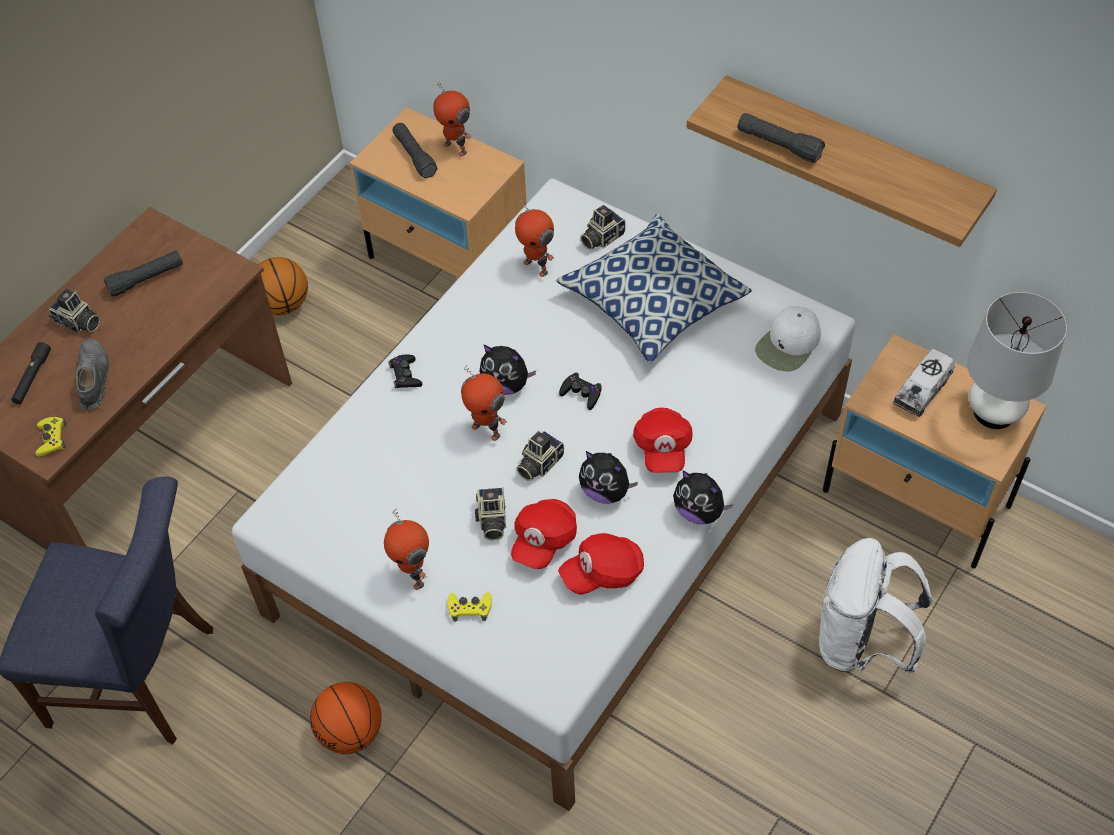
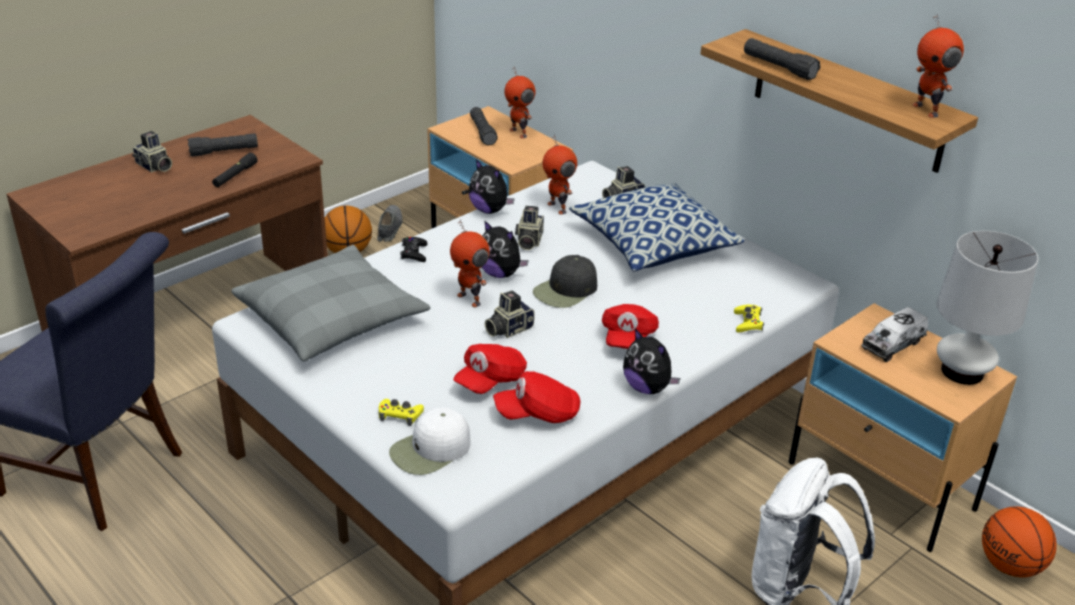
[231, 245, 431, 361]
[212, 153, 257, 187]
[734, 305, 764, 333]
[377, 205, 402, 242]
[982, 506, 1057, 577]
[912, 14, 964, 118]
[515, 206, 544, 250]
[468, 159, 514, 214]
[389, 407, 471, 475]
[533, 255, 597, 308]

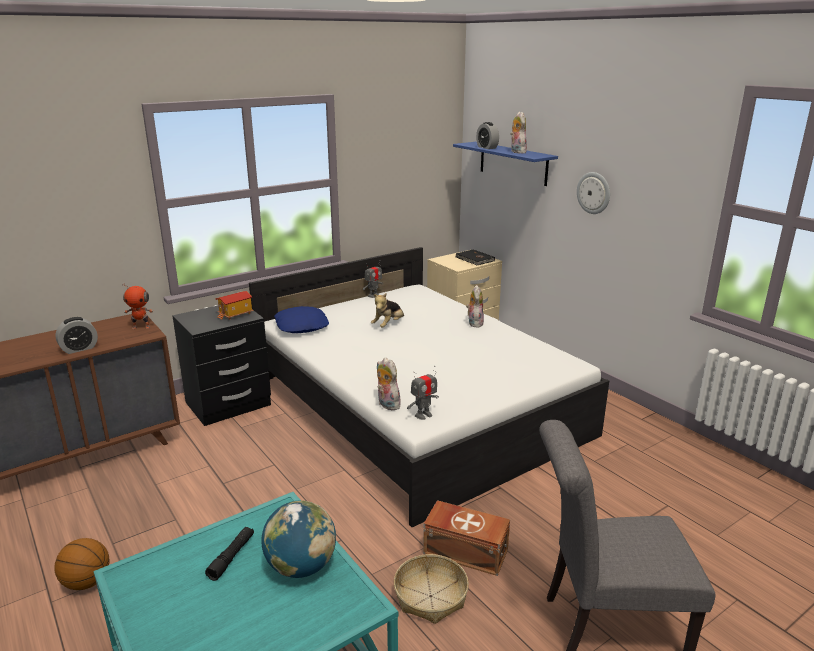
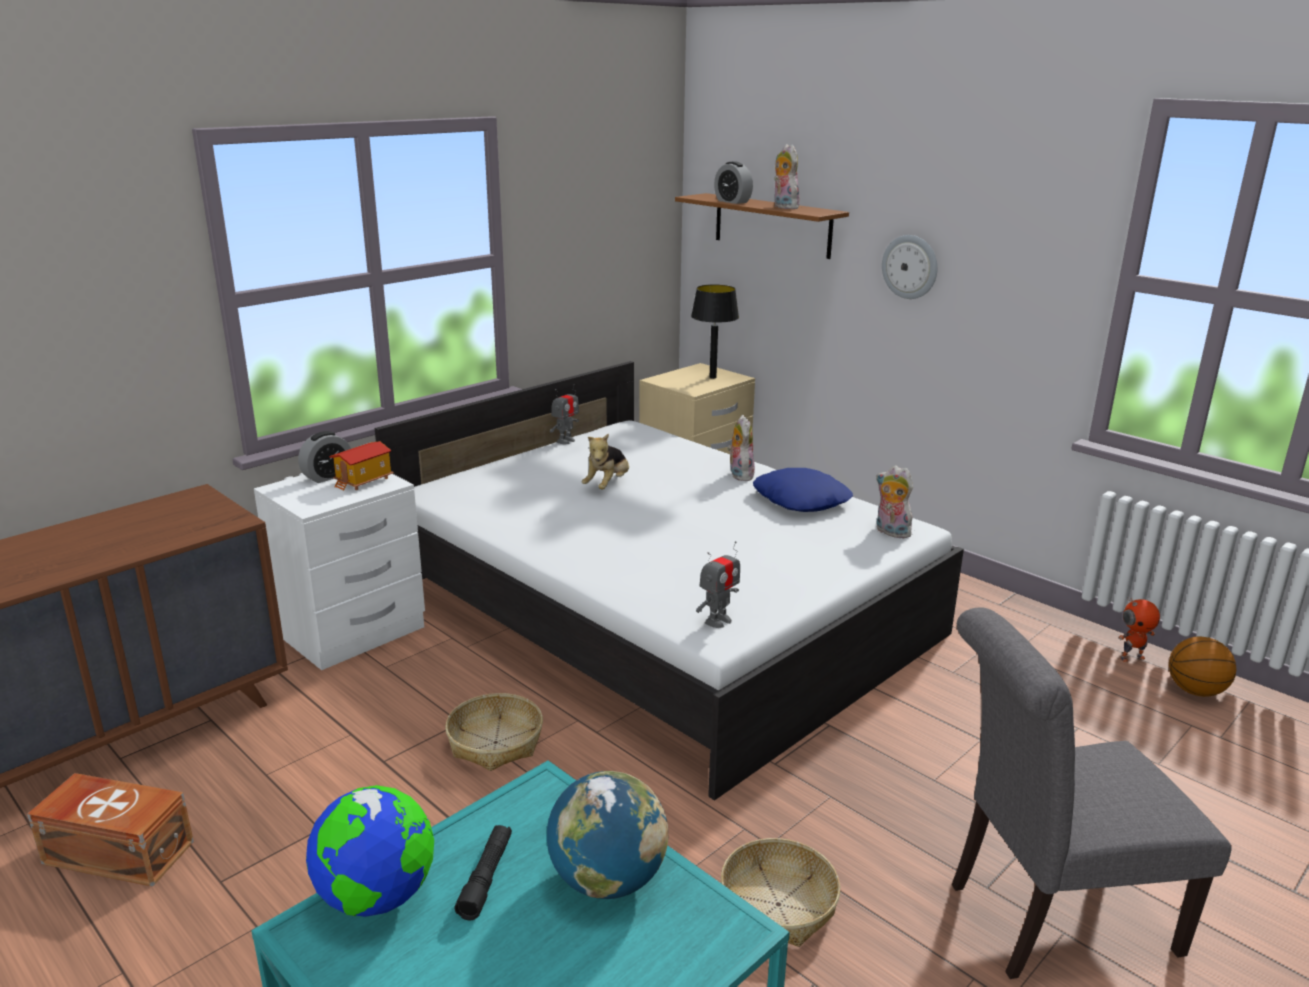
[306, 785, 434, 917]
[445, 693, 543, 771]
[298, 431, 351, 483]
[1169, 636, 1236, 697]
[1118, 597, 1160, 662]
[753, 468, 853, 512]
[876, 466, 913, 538]
[27, 773, 194, 887]
[691, 284, 739, 379]
[254, 474, 425, 670]
[675, 193, 849, 259]

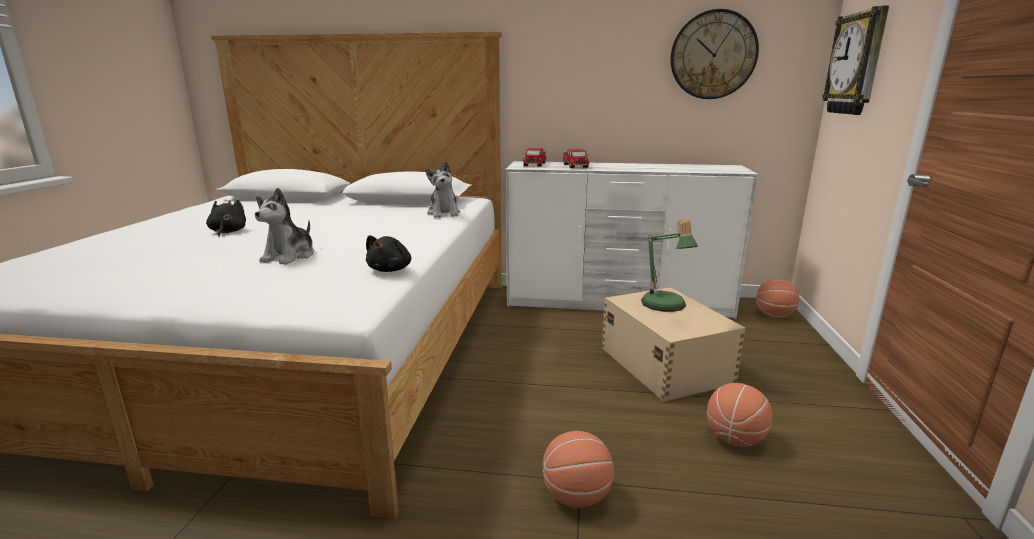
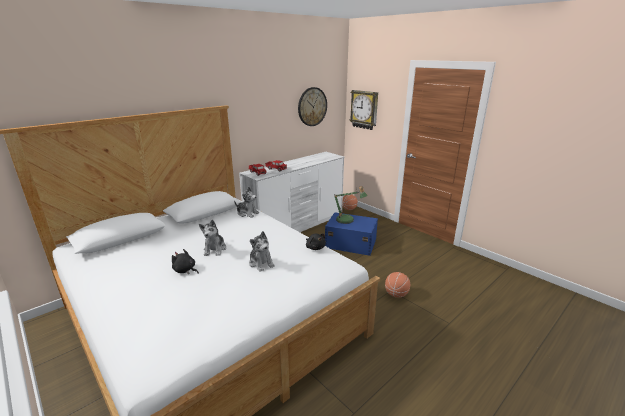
[707, 383, 773, 447] (first image)
[199, 220, 226, 256]
[325, 212, 378, 256]

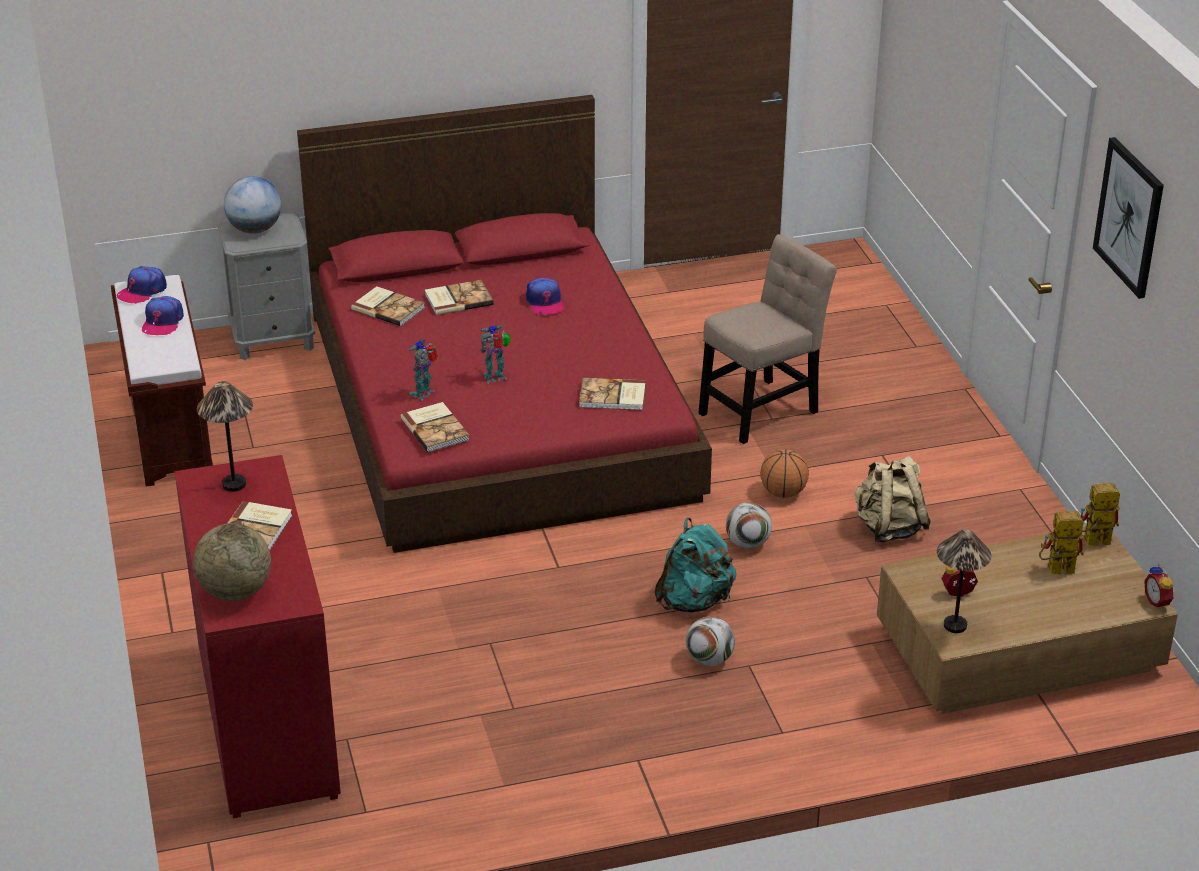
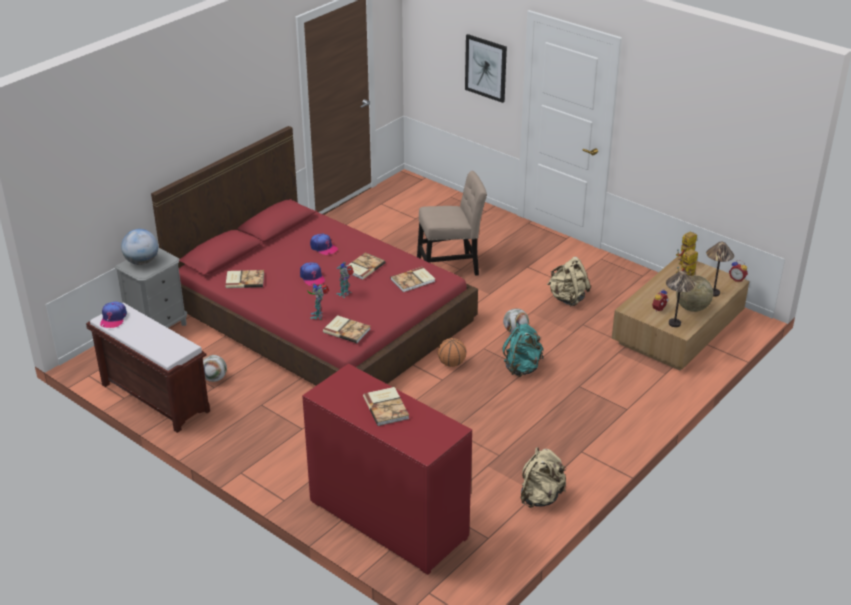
[521, 447, 566, 508]
[300, 262, 325, 286]
[676, 275, 713, 312]
[706, 242, 734, 297]
[347, 253, 386, 280]
[203, 355, 227, 382]
[438, 338, 466, 367]
[465, 34, 507, 103]
[417, 171, 487, 276]

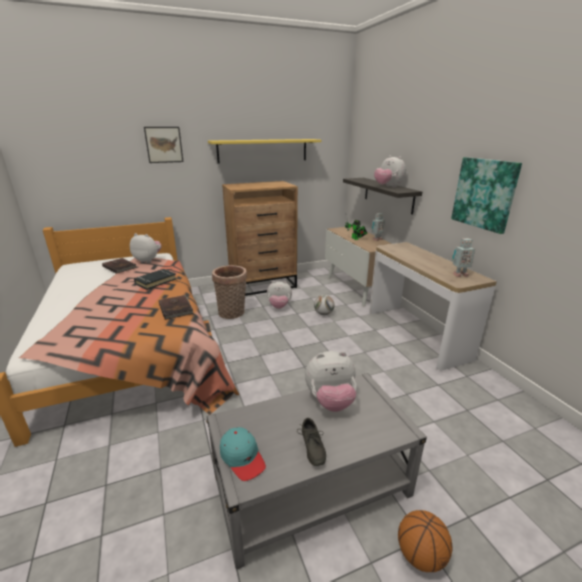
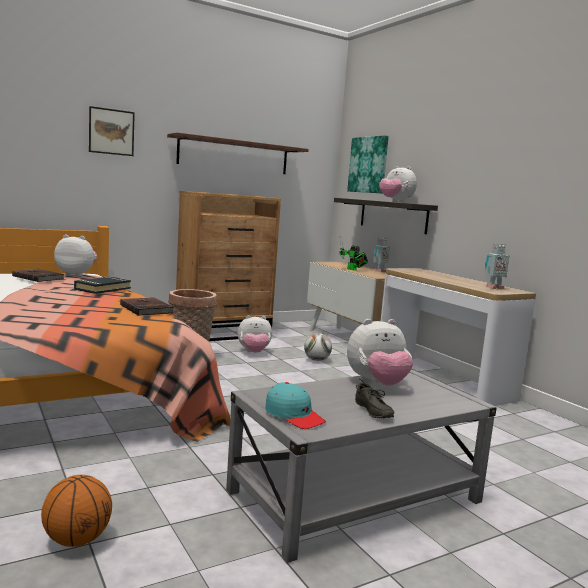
[41, 475, 112, 547]
[347, 135, 389, 194]
[167, 133, 309, 174]

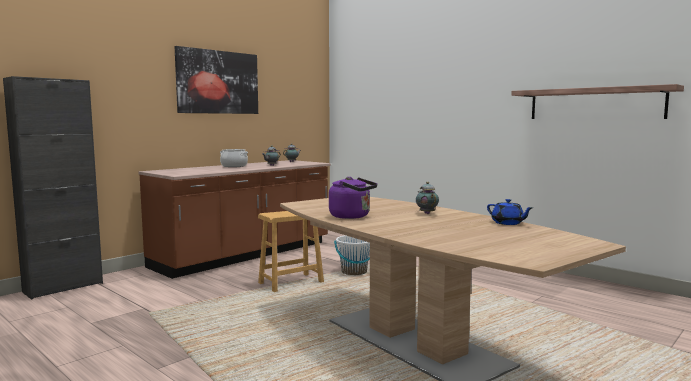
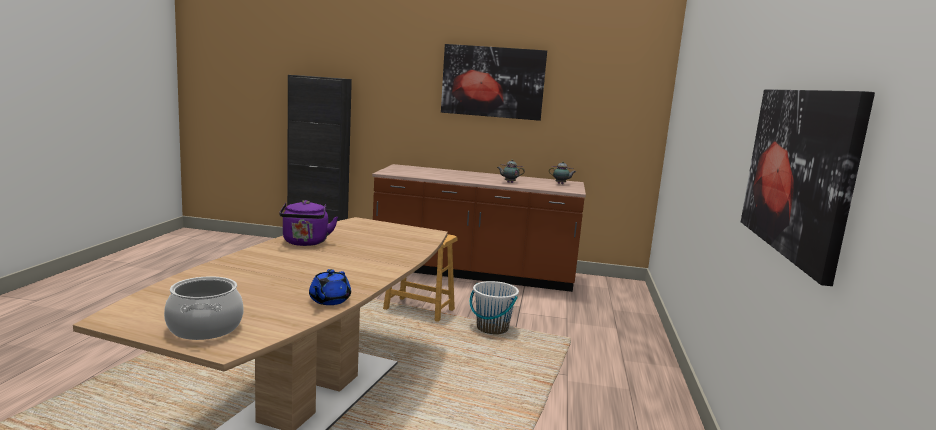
[416, 182, 439, 214] (first image)
[164, 276, 244, 340]
[741, 89, 875, 286]

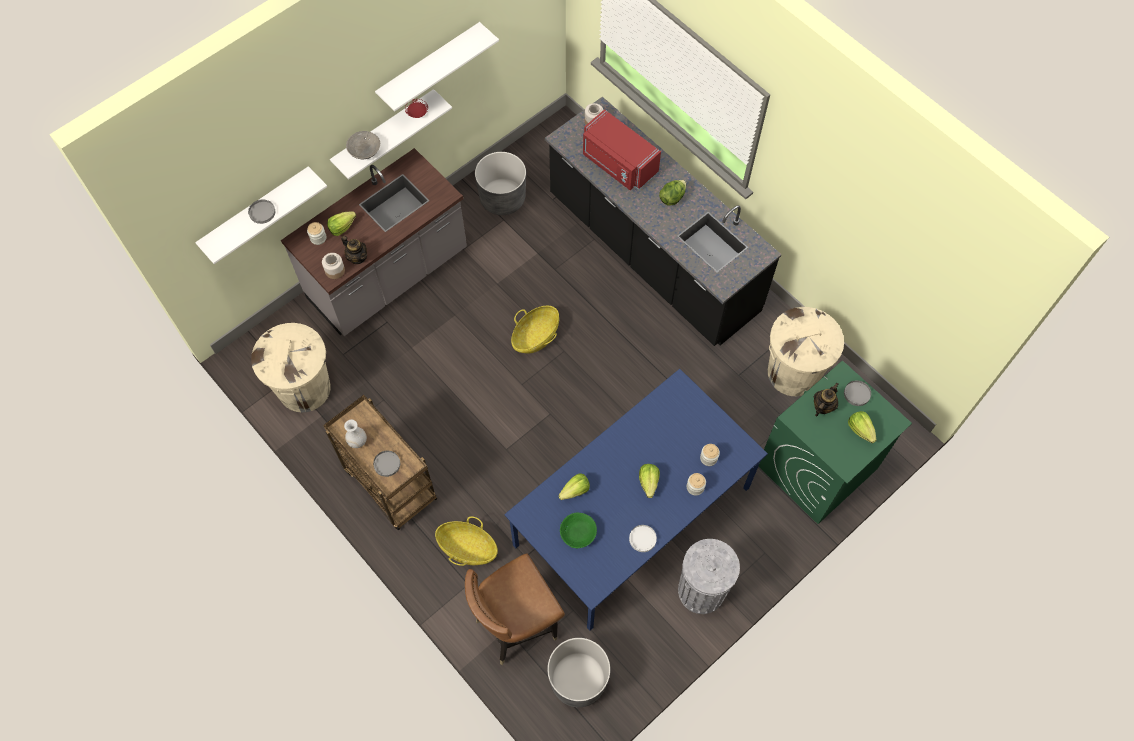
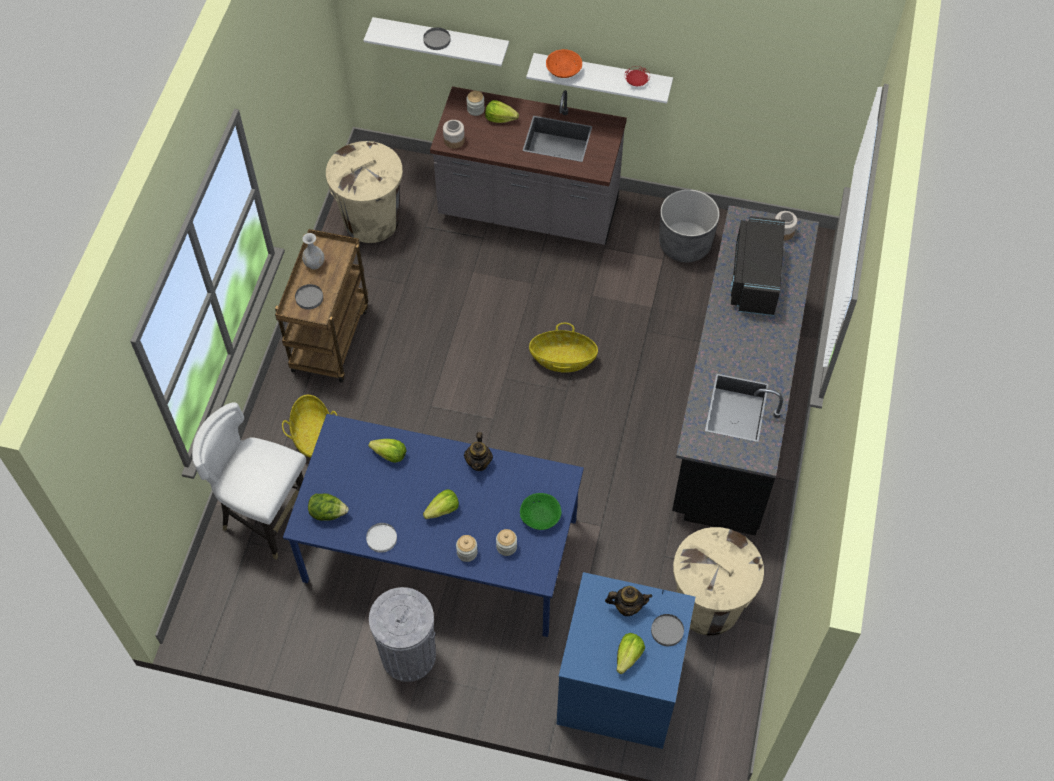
[375, 22, 499, 111] (first image)
[547, 638, 610, 707] (first image)
[464, 432, 493, 471]
[520, 493, 561, 530]
[308, 493, 349, 521]
[546, 49, 582, 78]
[192, 403, 306, 560]
[730, 216, 785, 316]
[557, 572, 695, 749]

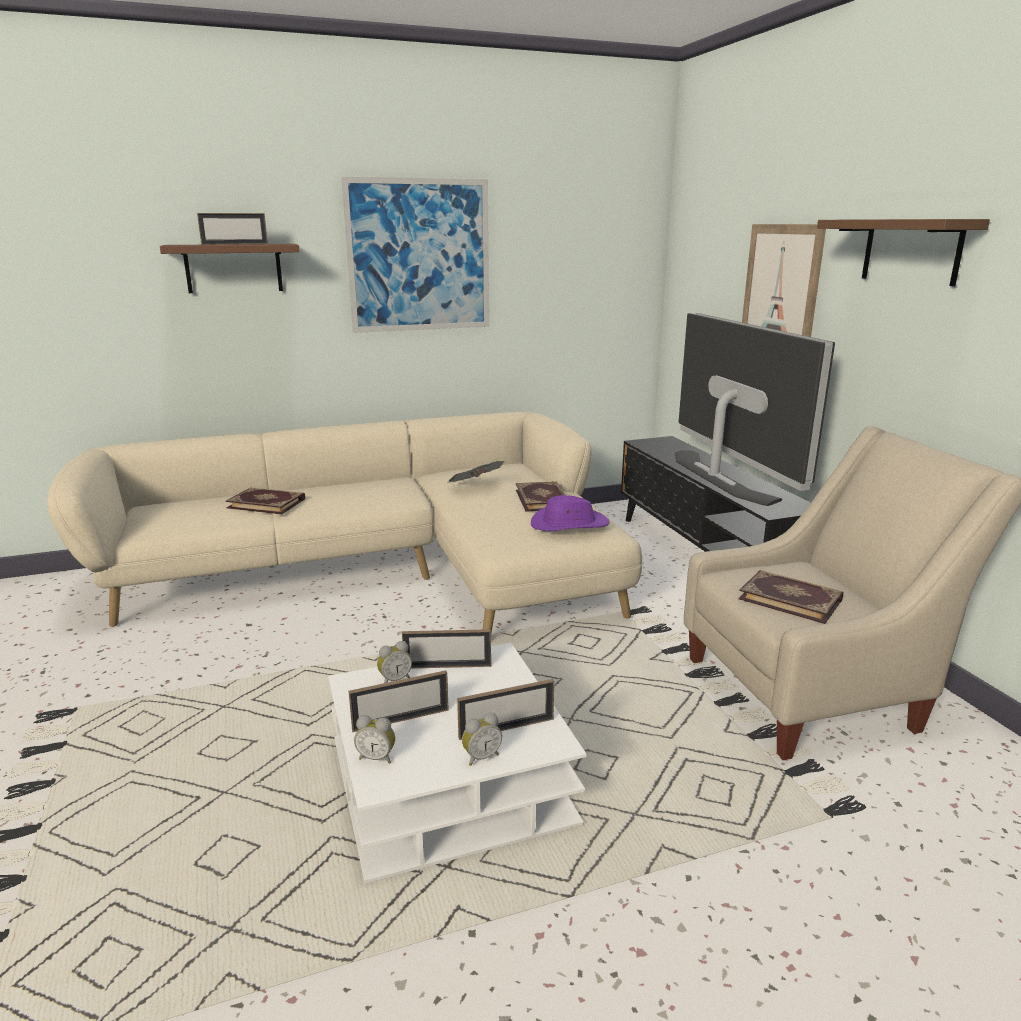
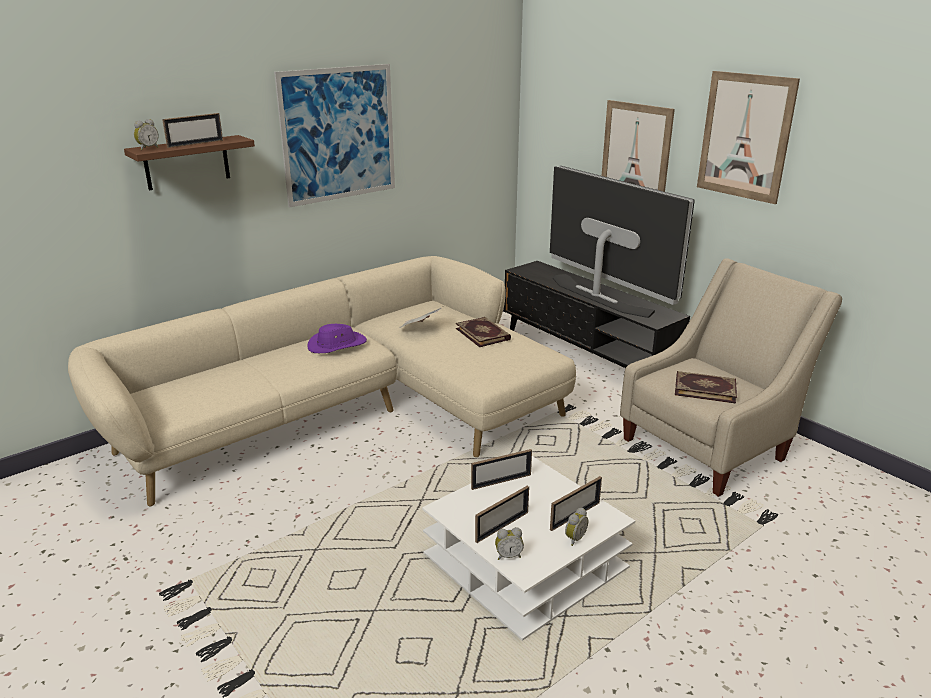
[226, 487, 305, 514] (first image)
[134, 119, 159, 150]
[307, 324, 367, 353]
[697, 71, 800, 204]

